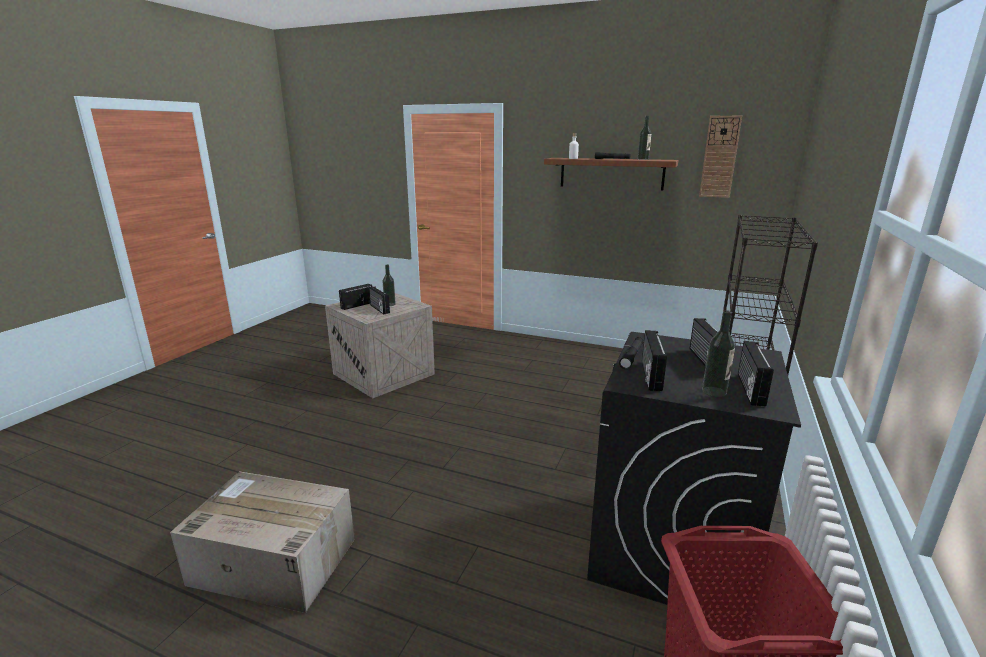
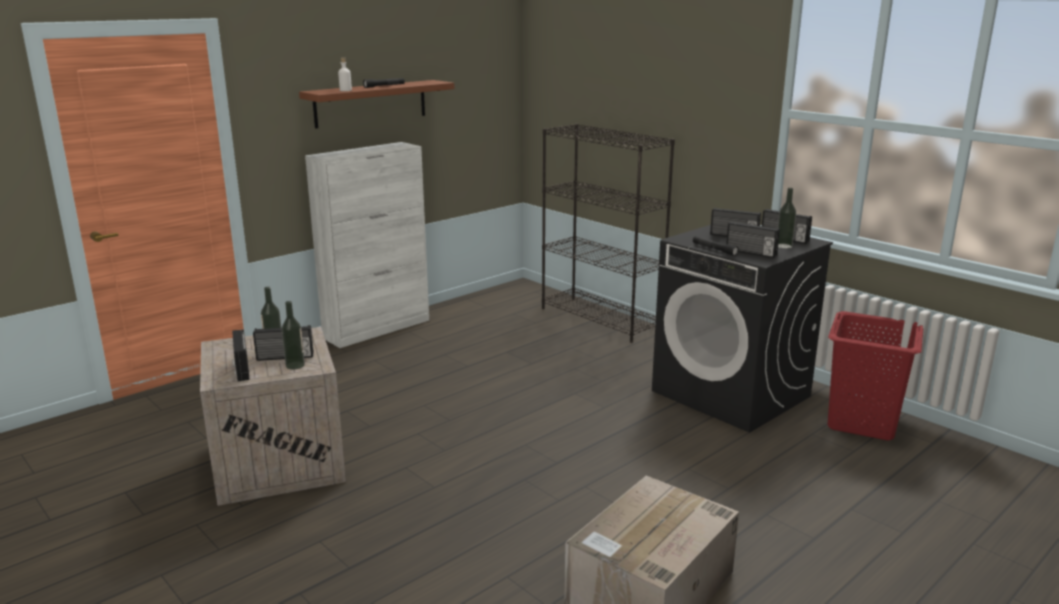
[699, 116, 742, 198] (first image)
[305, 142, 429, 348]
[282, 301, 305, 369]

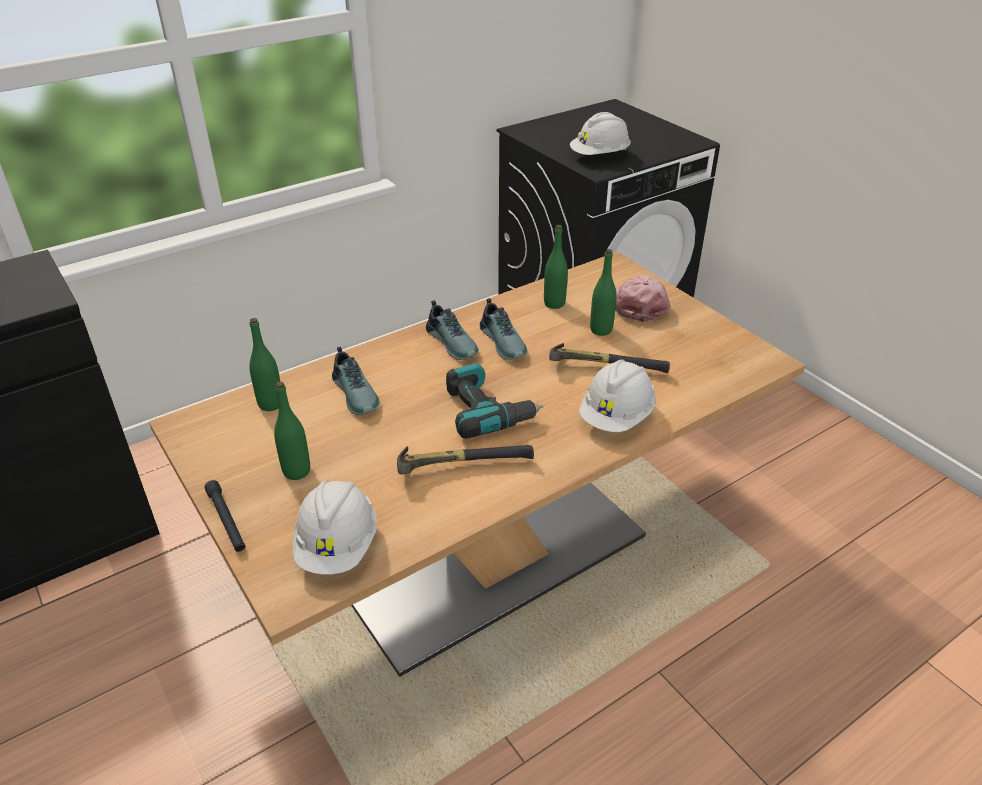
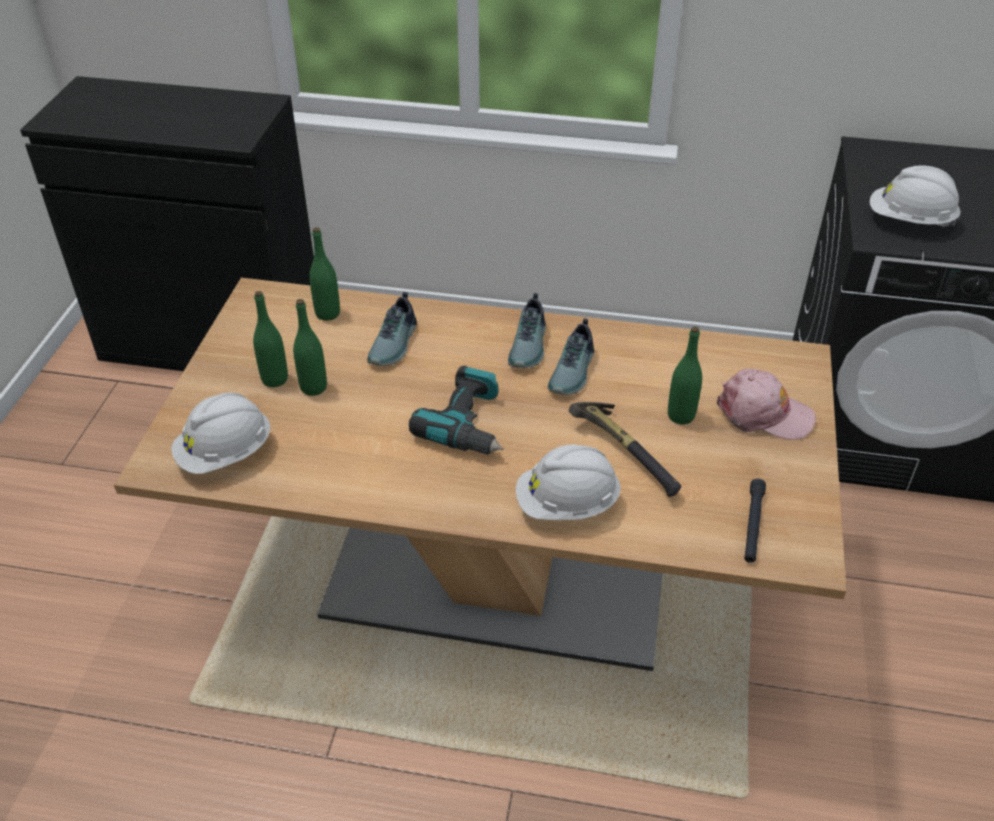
[397, 445, 534, 474] (first image)
[744, 479, 766, 563]
[293, 299, 327, 396]
[717, 369, 816, 440]

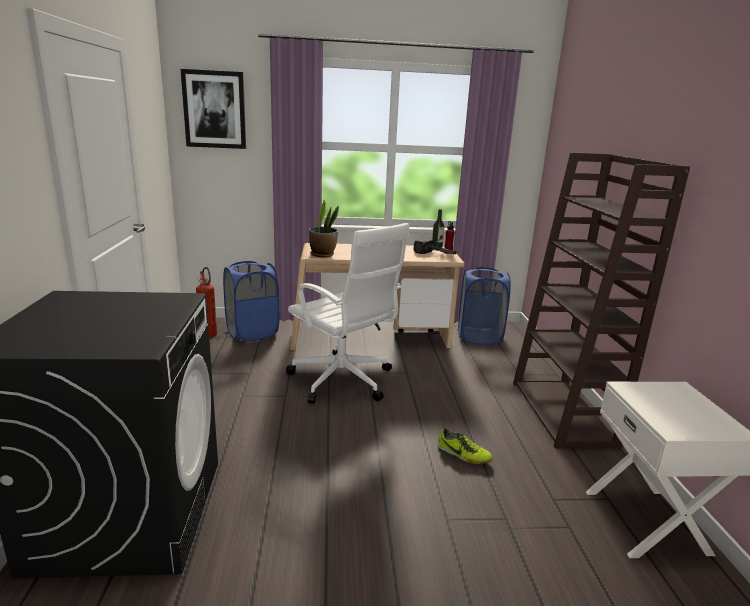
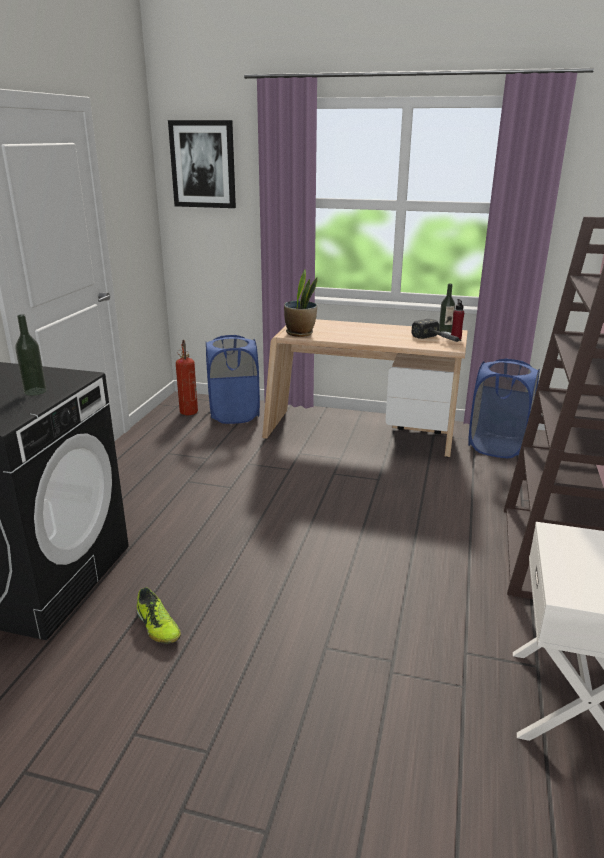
[286, 223, 410, 404] (first image)
[15, 314, 47, 396]
[137, 587, 181, 644]

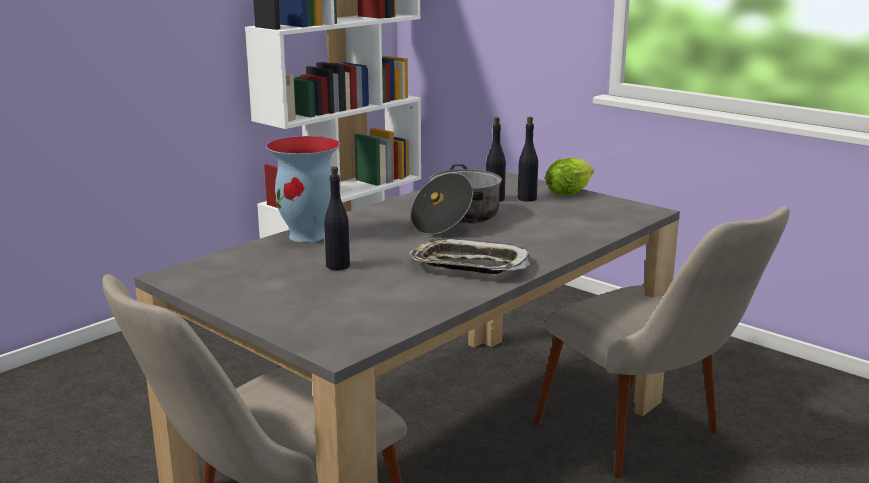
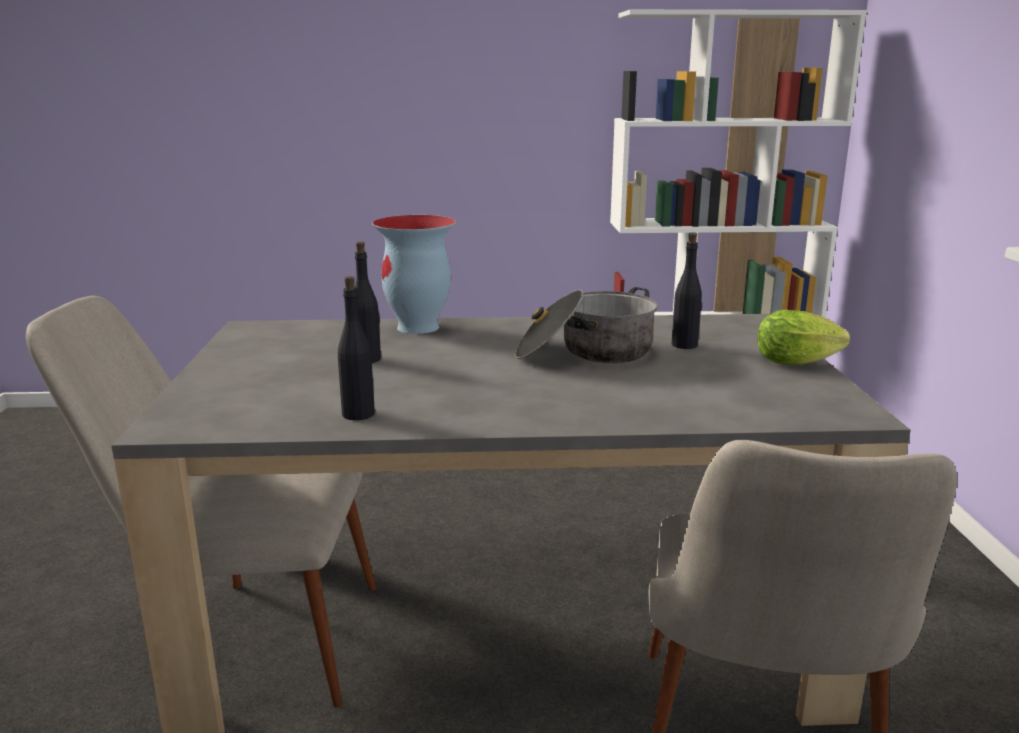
[409, 238, 530, 274] (first image)
[338, 276, 375, 420]

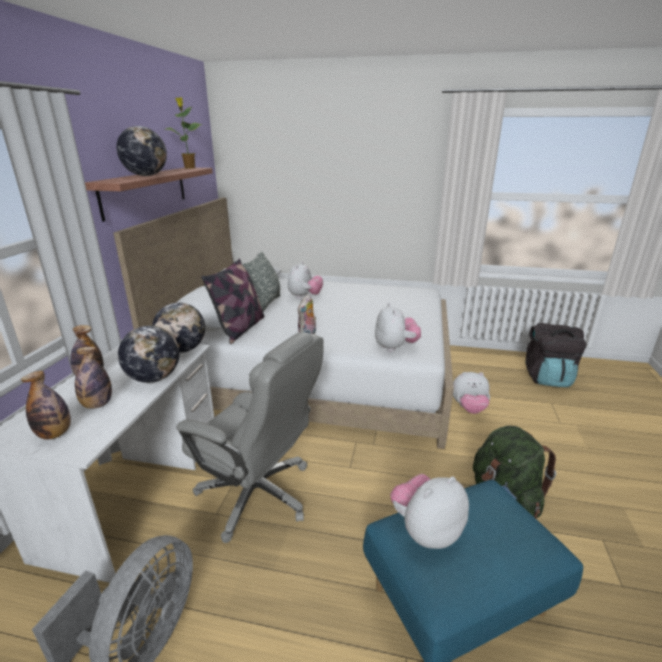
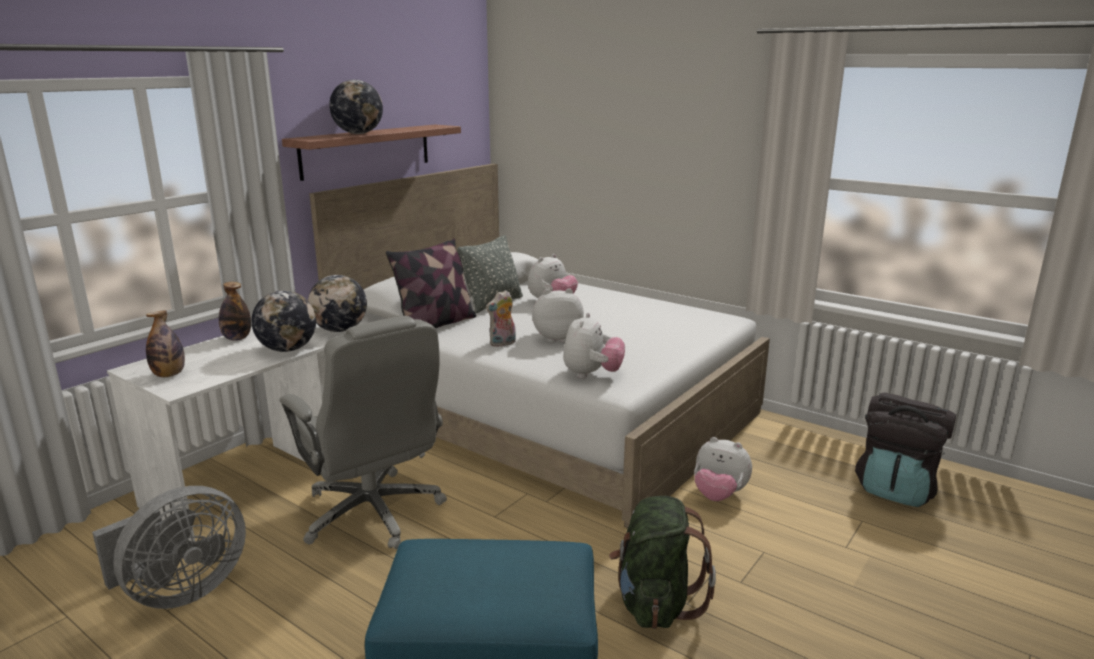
[75, 347, 112, 409] (first image)
[165, 97, 203, 168] (first image)
[532, 288, 584, 343]

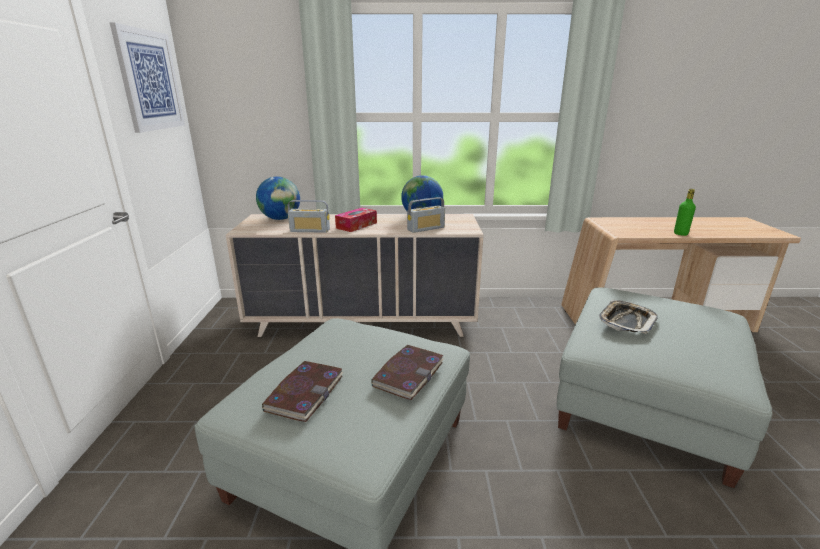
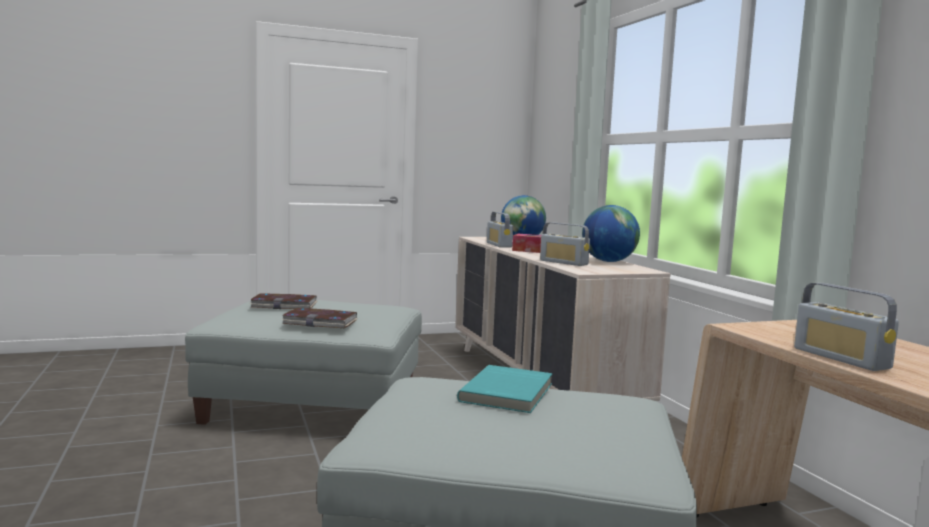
[110, 23, 185, 133] (first image)
[457, 365, 552, 413]
[794, 283, 899, 371]

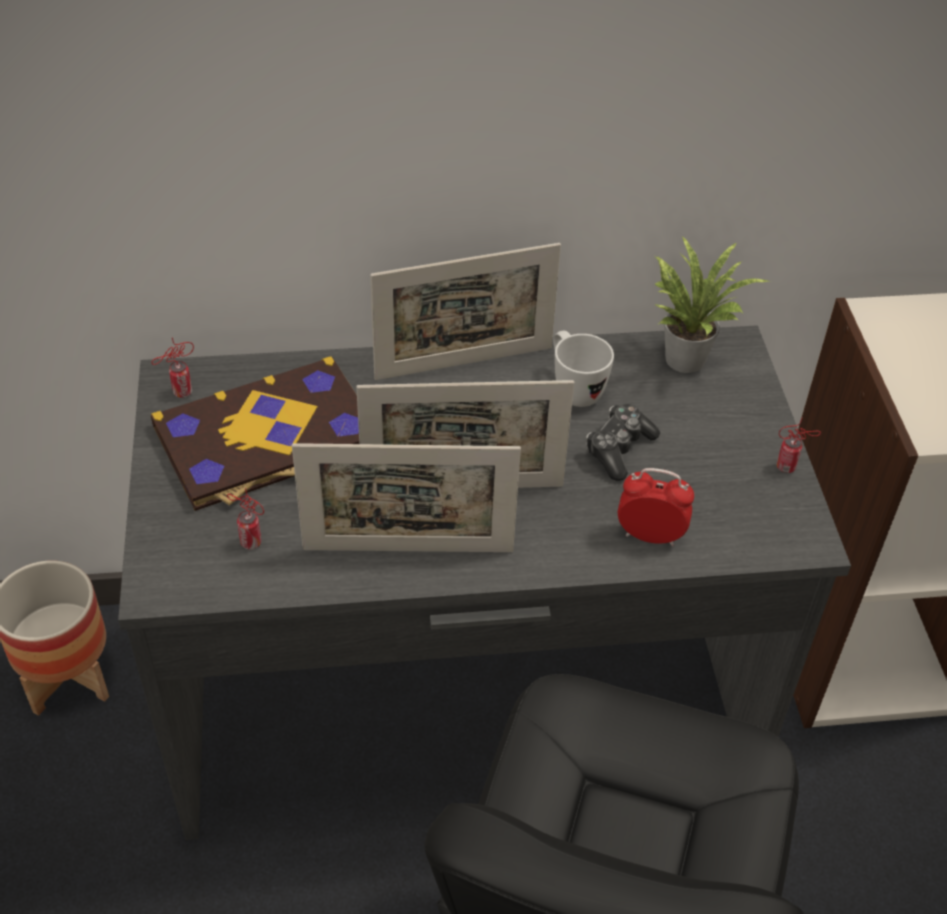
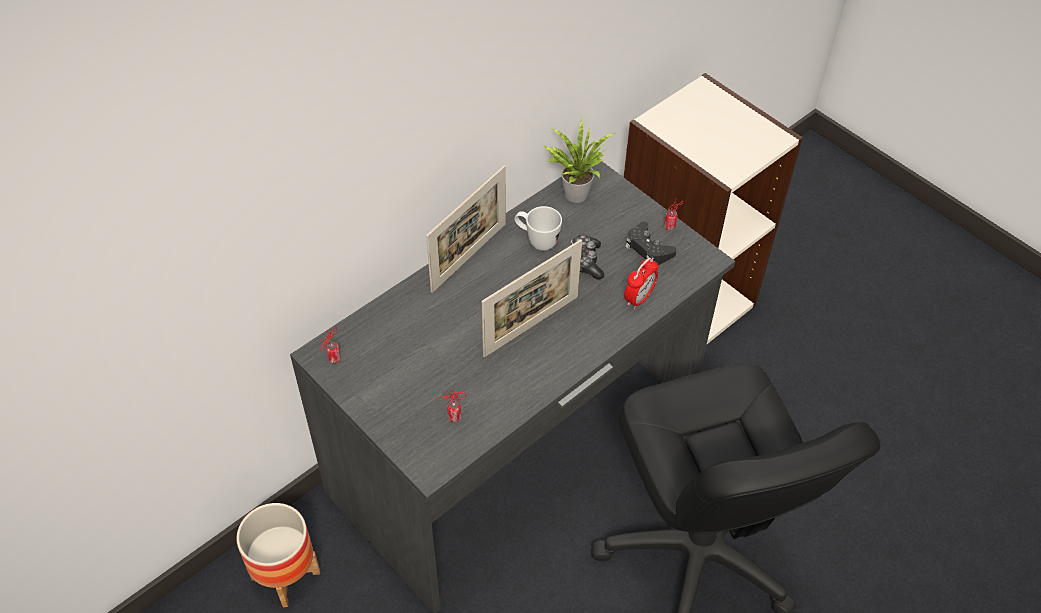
[151, 356, 359, 511] (first image)
[292, 443, 521, 552] (first image)
[625, 222, 676, 265]
[624, 258, 658, 309]

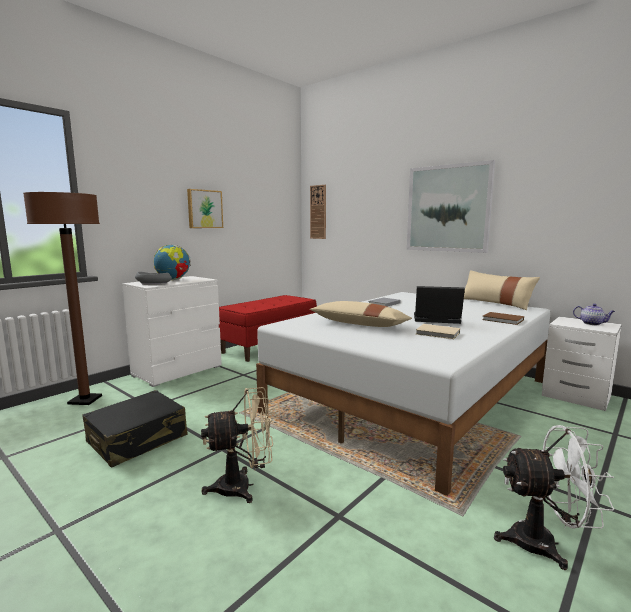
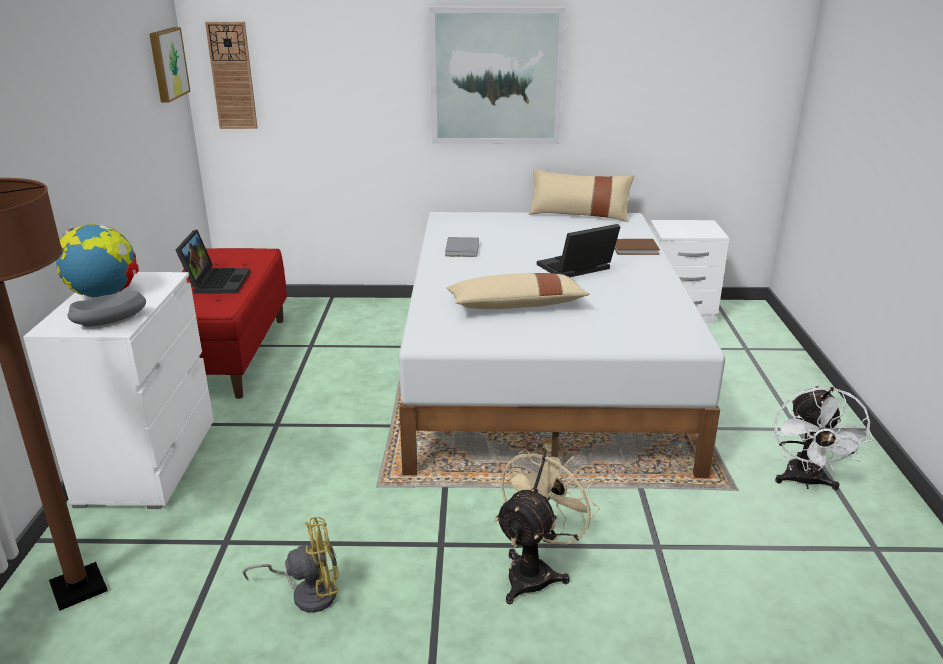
[416, 324, 460, 339] (first image)
[573, 304, 615, 325] (first image)
[176, 230, 250, 294]
[149, 27, 191, 102]
[243, 517, 339, 613]
[774, 386, 874, 490]

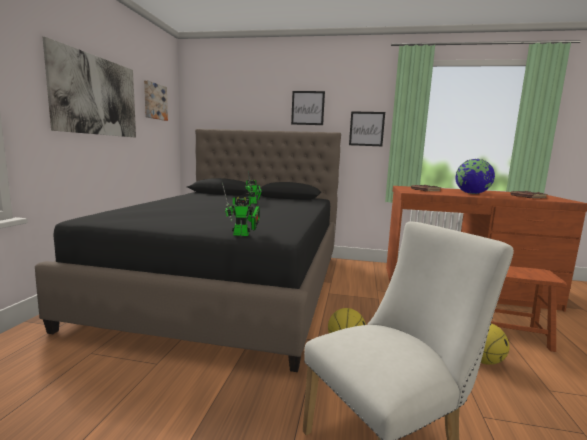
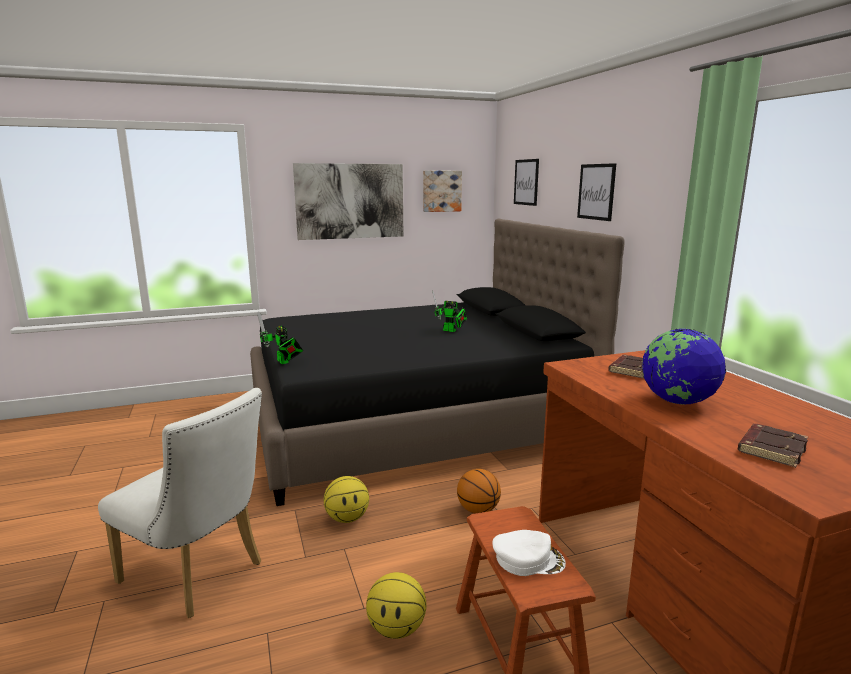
[457, 469, 501, 514]
[493, 530, 566, 576]
[514, 159, 539, 206]

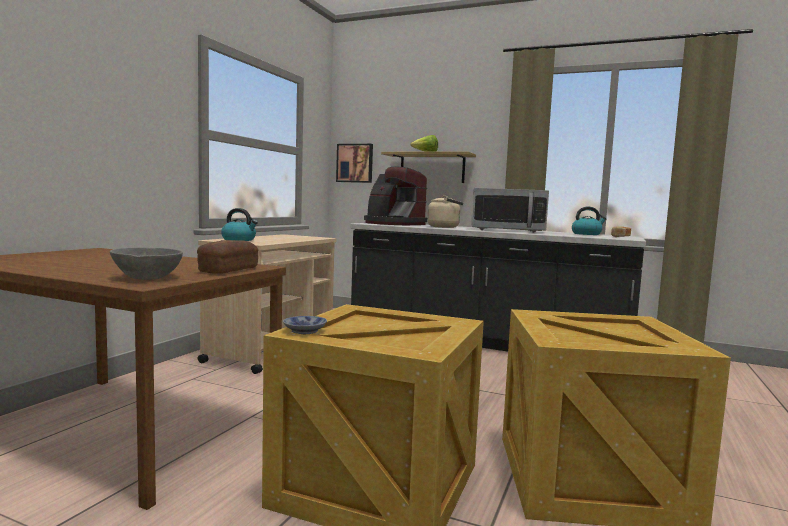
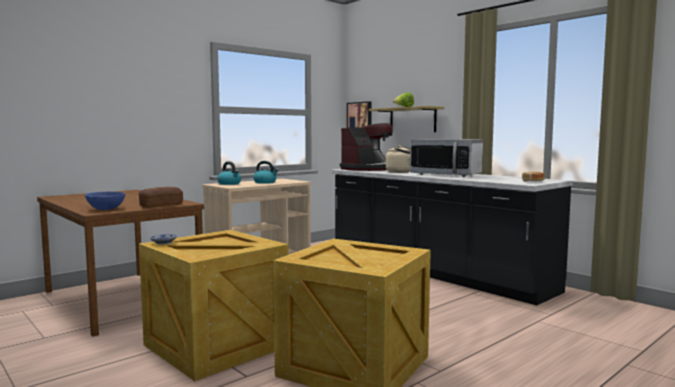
[253, 161, 278, 184]
[84, 192, 125, 210]
[340, 123, 392, 171]

